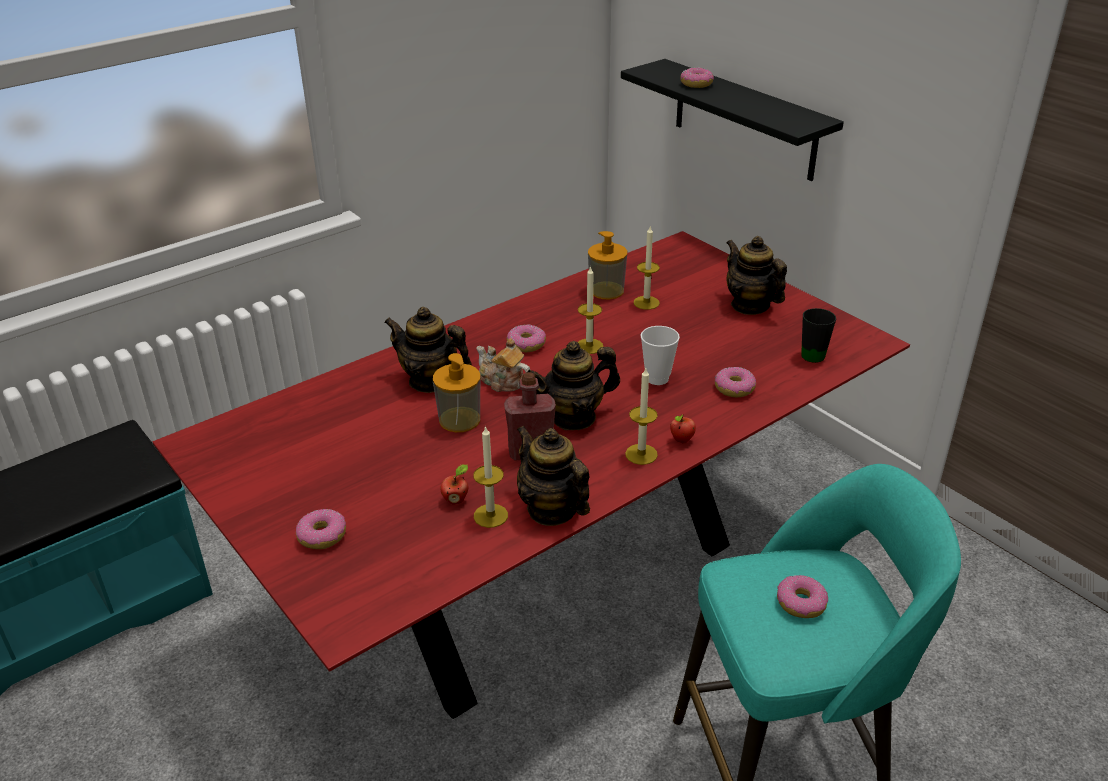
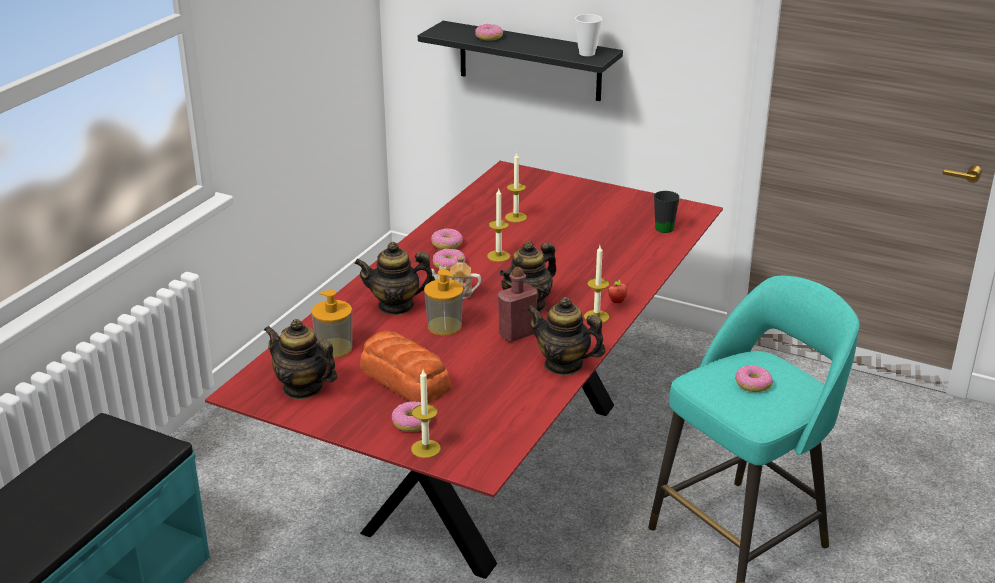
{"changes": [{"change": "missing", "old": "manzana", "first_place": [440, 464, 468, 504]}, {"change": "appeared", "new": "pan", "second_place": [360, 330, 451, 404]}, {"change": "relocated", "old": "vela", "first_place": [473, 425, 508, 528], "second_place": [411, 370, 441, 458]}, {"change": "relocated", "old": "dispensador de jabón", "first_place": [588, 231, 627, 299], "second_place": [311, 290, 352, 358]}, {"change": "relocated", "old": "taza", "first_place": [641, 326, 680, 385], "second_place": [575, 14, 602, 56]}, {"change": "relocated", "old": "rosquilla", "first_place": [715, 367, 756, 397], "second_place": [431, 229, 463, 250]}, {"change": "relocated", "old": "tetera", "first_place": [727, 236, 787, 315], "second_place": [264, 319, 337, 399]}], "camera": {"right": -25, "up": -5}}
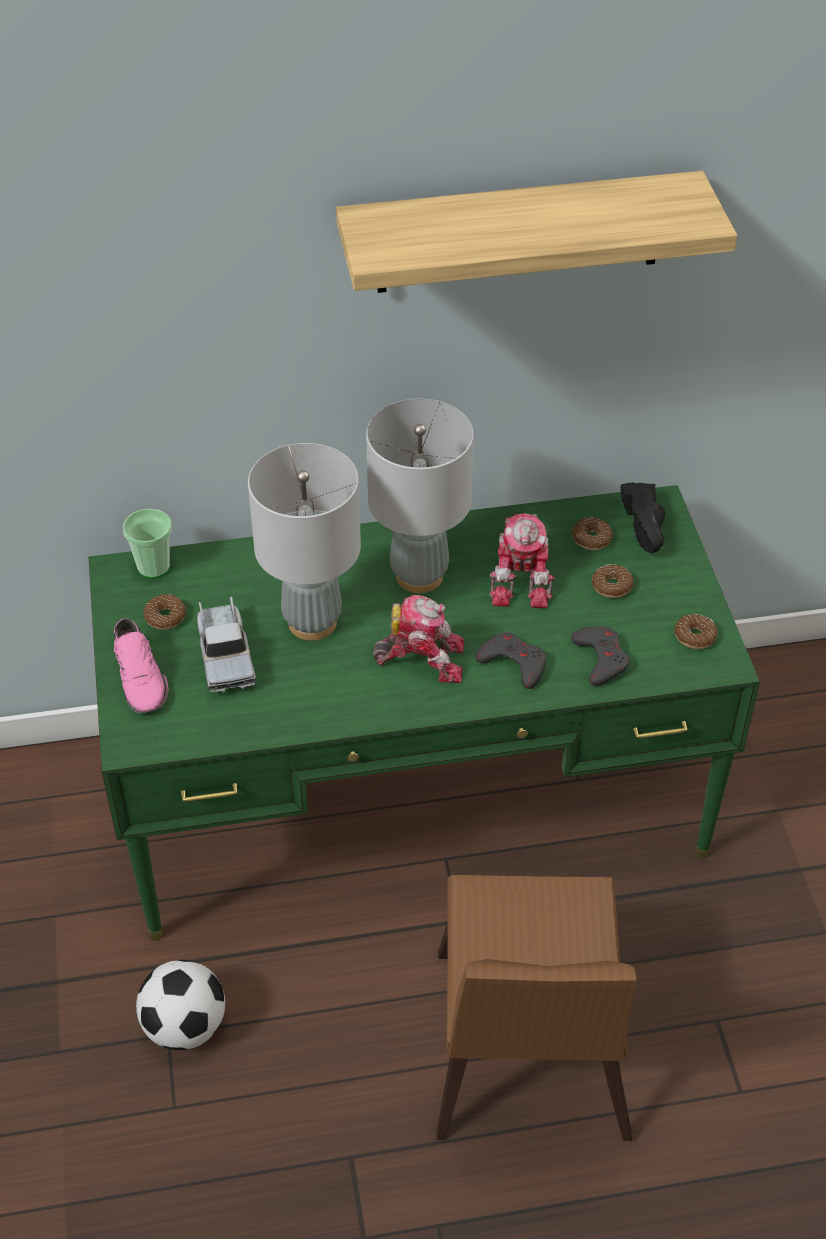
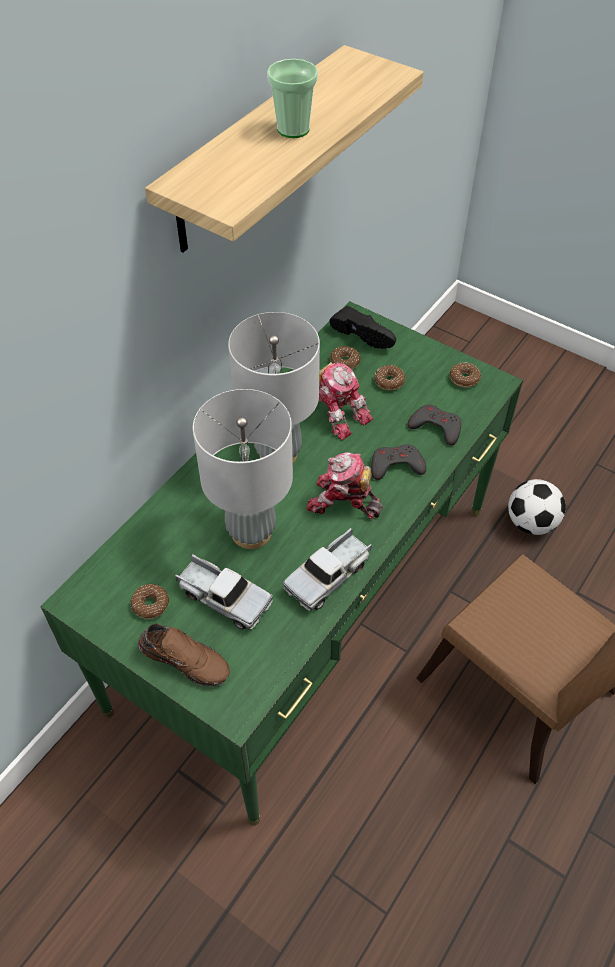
{"changes": [{"change": "appeared", "new": "camión de juguete", "second_place": [282, 528, 372, 611]}, {"change": "relocated", "old": "taza", "first_place": [123, 509, 172, 578], "second_place": [267, 59, 318, 138]}, {"change": "relocated", "old": "balón de fútbol", "first_place": [136, 960, 225, 1050], "second_place": [508, 479, 566, 535]}, {"change": "colour", "old": "zapato (rosa)", "new": "zapato (marrón)", "first_place": [113, 619, 169, 713], "second_place": [138, 624, 230, 687]}, {"change": "spun", "old": "robot de juguete", "first_place": [373, 595, 464, 683], "second_place": [306, 452, 383, 519], "degrees": -120}], "camera": {"right": -45, "up": 5}}
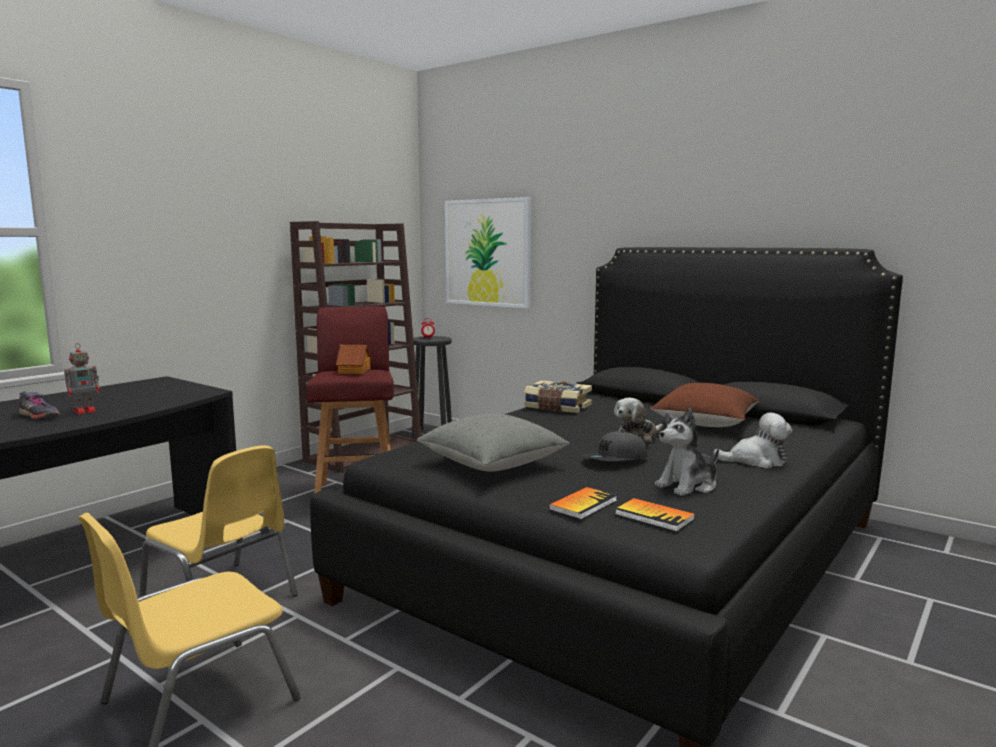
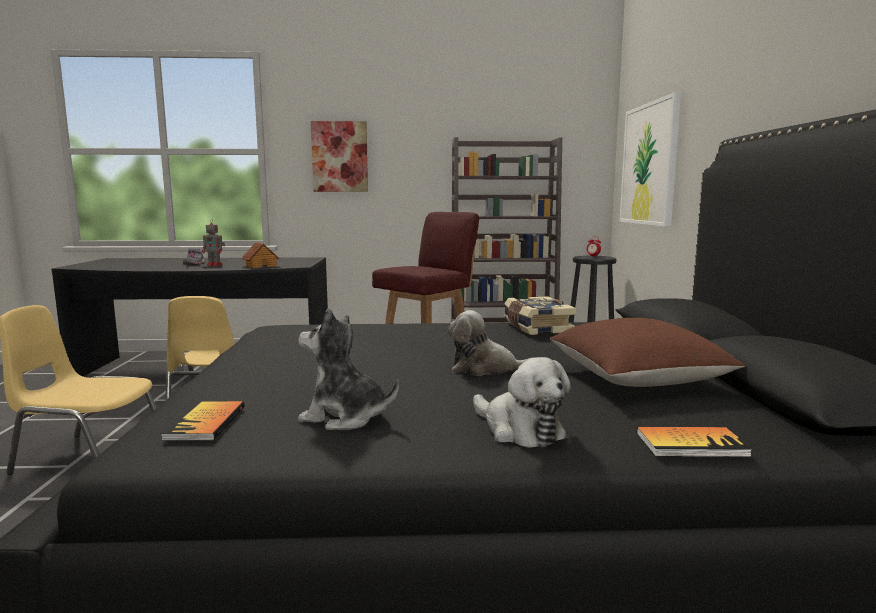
{"changes": [{"change": "missing", "old": "cojín (gris)", "first_place": [417, 413, 570, 472]}, {"change": "missing", "old": "gorra (gris)", "first_place": [582, 431, 648, 461]}, {"change": "appeared", "new": "cuadro", "second_place": [311, 121, 368, 192]}, {"change": "relocated", "old": "casita", "first_place": [336, 345, 372, 374], "second_place": [242, 242, 279, 268]}, {"change": "relocated", "old": "libro", "first_place": [549, 487, 617, 519], "second_place": [637, 427, 753, 457]}], "camera": {"right": 50, "up": 0}}
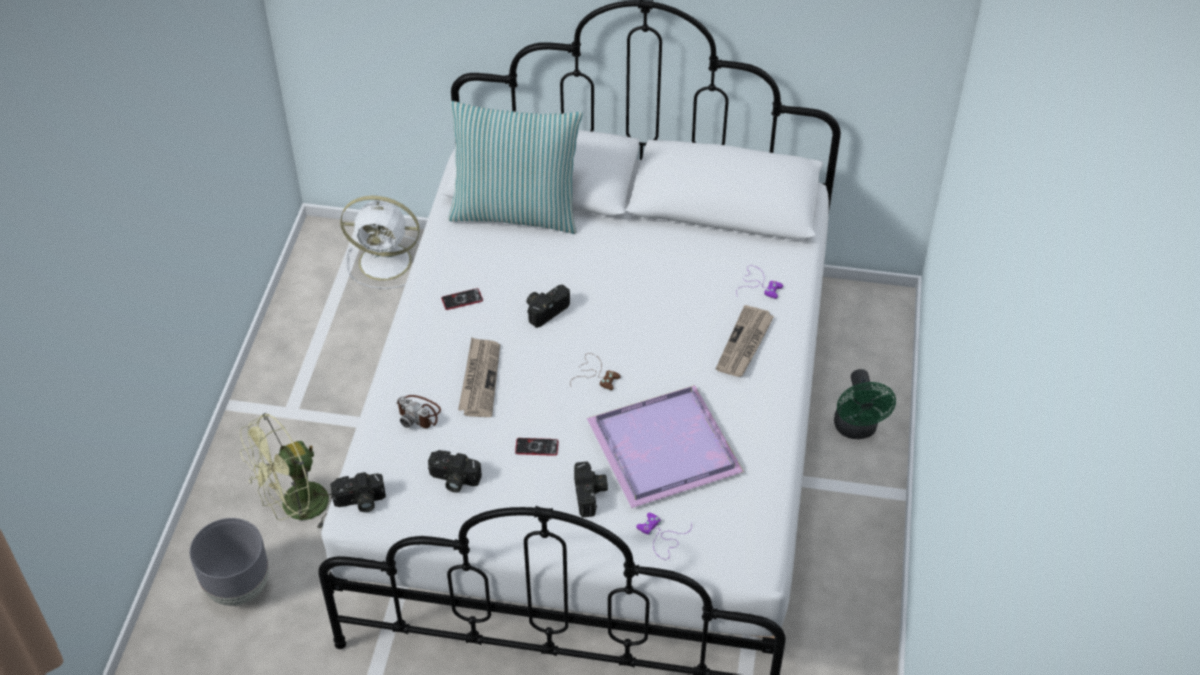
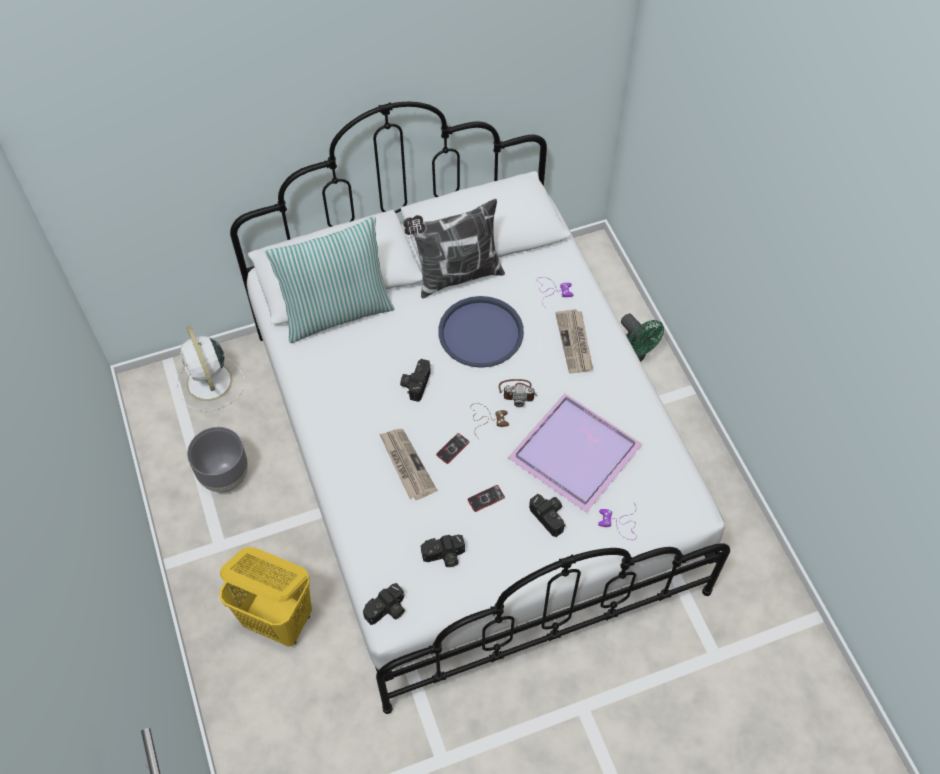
{"changes": [{"change": "appeared", "new": "cojín", "second_place": [403, 199, 505, 298]}, {"change": "appeared", "new": "bandeja (azul)", "second_place": [438, 296, 524, 368]}, {"change": "relocated", "old": "maceta (gris)", "first_place": [190, 518, 269, 606], "second_place": [187, 427, 248, 492]}, {"change": "relocated", "old": "cámara", "first_place": [397, 395, 441, 428], "second_place": [499, 379, 537, 407]}, {"change": "relocated", "old": "móvil", "first_place": [441, 288, 483, 310], "second_place": [436, 433, 470, 464]}, {"change": "exchanged", "old": "ventilador (verde)", "new": "cesto de la ropa (amarillo)", "first_place": [240, 413, 332, 531], "second_place": [219, 547, 312, 646]}, {"change": "spun", "old": "ventilador (blanco)", "first_place": [340, 196, 420, 289], "second_place": [177, 326, 245, 411], "degrees": 90}], "camera": {"right": -30, "up": 10}}
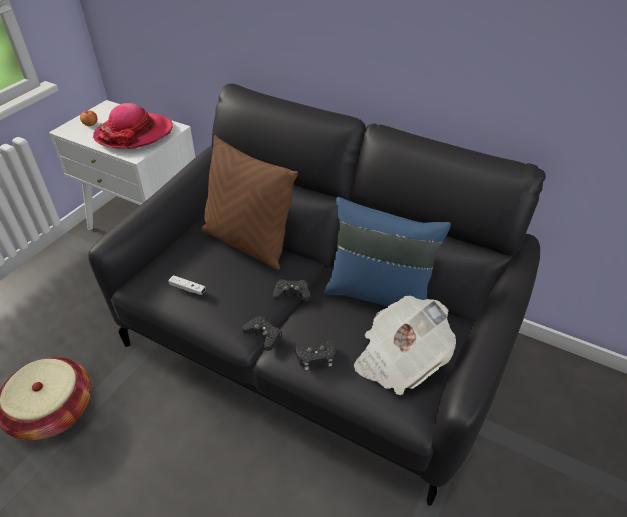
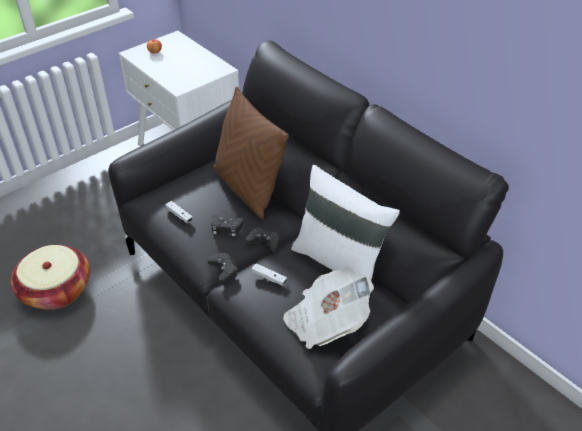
{"changes": [{"change": "missing", "old": "sombrero", "first_place": [93, 103, 173, 149]}, {"change": "appeared", "new": "mando de consola (blanco)", "second_place": [251, 263, 287, 286]}, {"change": "relocated", "old": "mando de consola (negro)", "first_place": [295, 340, 335, 370], "second_place": [211, 215, 244, 236]}, {"change": "colour", "old": "cojín (azul)", "new": "cojín (blanco)", "first_place": [323, 197, 451, 307], "second_place": [291, 165, 400, 280]}], "camera": {"right": 20, "up": 0}}
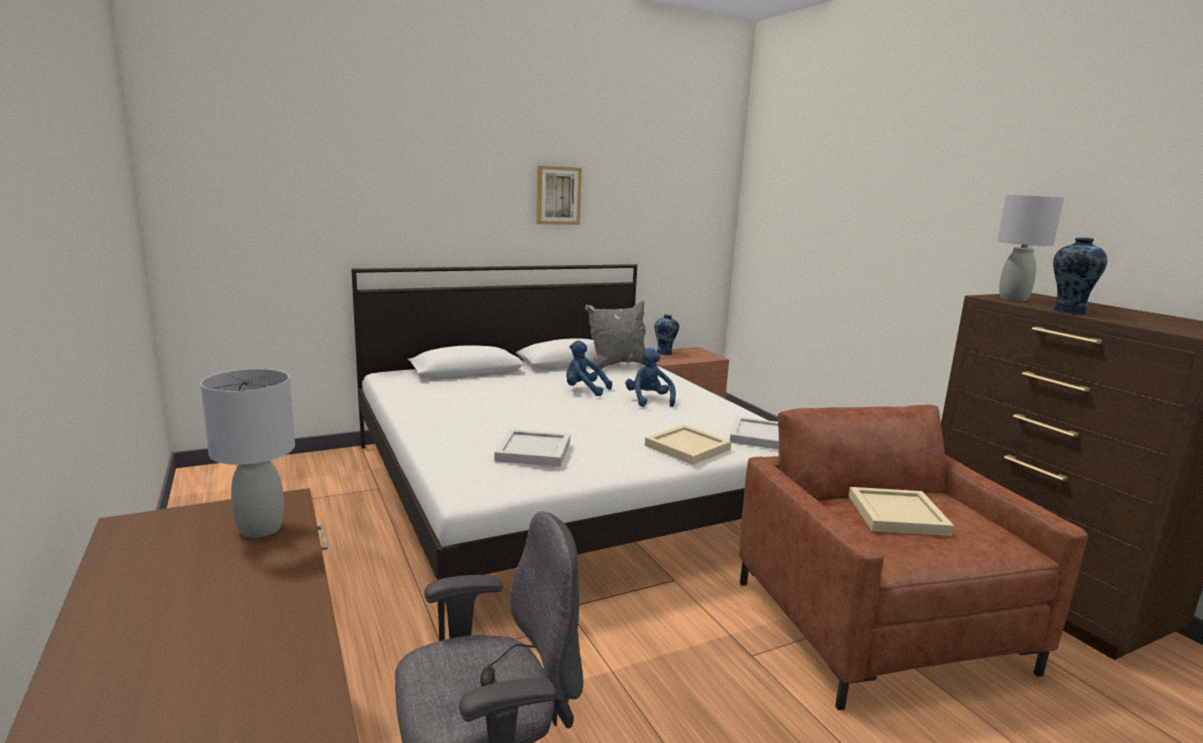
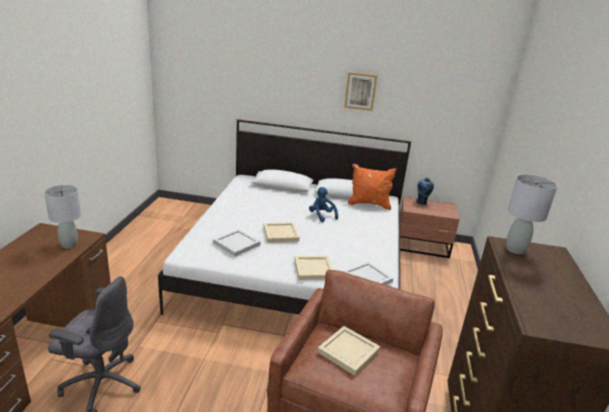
{"changes": [{"change": "missing", "old": "peluche (azul)", "first_place": [625, 348, 676, 407]}, {"change": "missing", "old": "florero", "first_place": [1053, 237, 1107, 315]}, {"change": "appeared", "new": "bandeja (beis)", "second_place": [263, 222, 300, 243]}, {"change": "colour", "old": "cojín (gris)", "new": "cojín (naranja)", "first_place": [585, 301, 646, 369], "second_place": [348, 164, 396, 210]}], "camera": {"right": 35, "up": 10}}
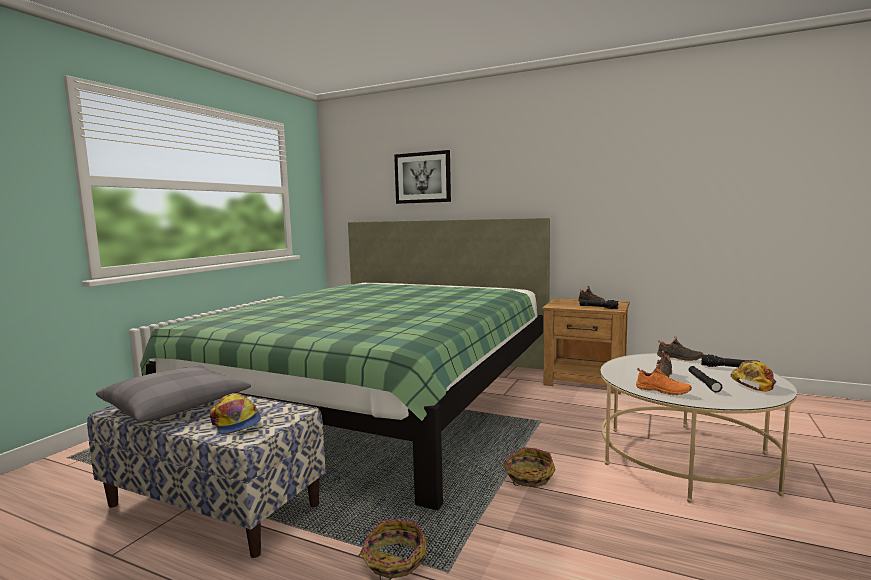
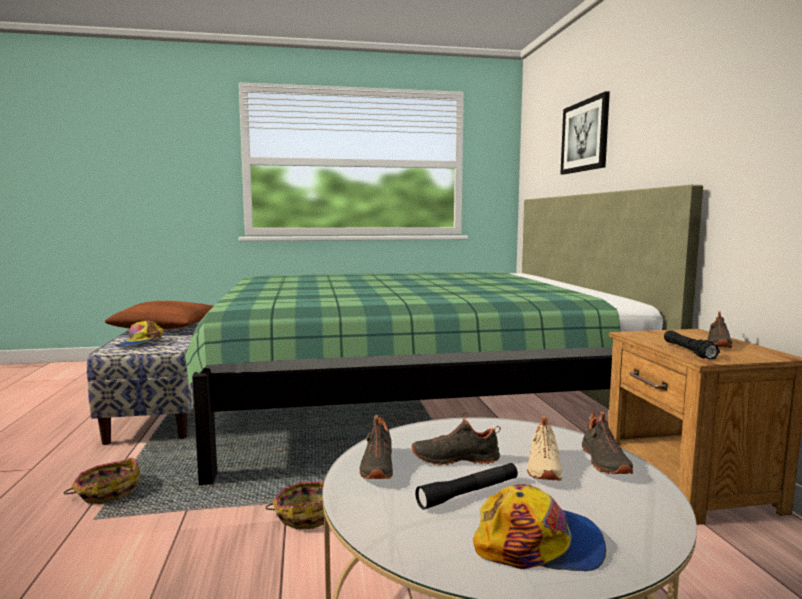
{"changes": [{"change": "missing", "old": "linterna (negro)", "first_place": [701, 354, 760, 367]}, {"change": "appeared", "new": "zapato (beis)", "second_place": [527, 416, 562, 481]}, {"change": "colour", "old": "cojín (gris)", "new": "cojín (marrón)", "first_place": [96, 366, 251, 422], "second_place": [105, 301, 213, 329]}, {"change": "colour", "old": "zapato (naranja)", "new": "zapato (negro)", "first_place": [636, 363, 692, 395], "second_place": [360, 415, 393, 479]}], "camera": {"right": 55, "up": 0}}
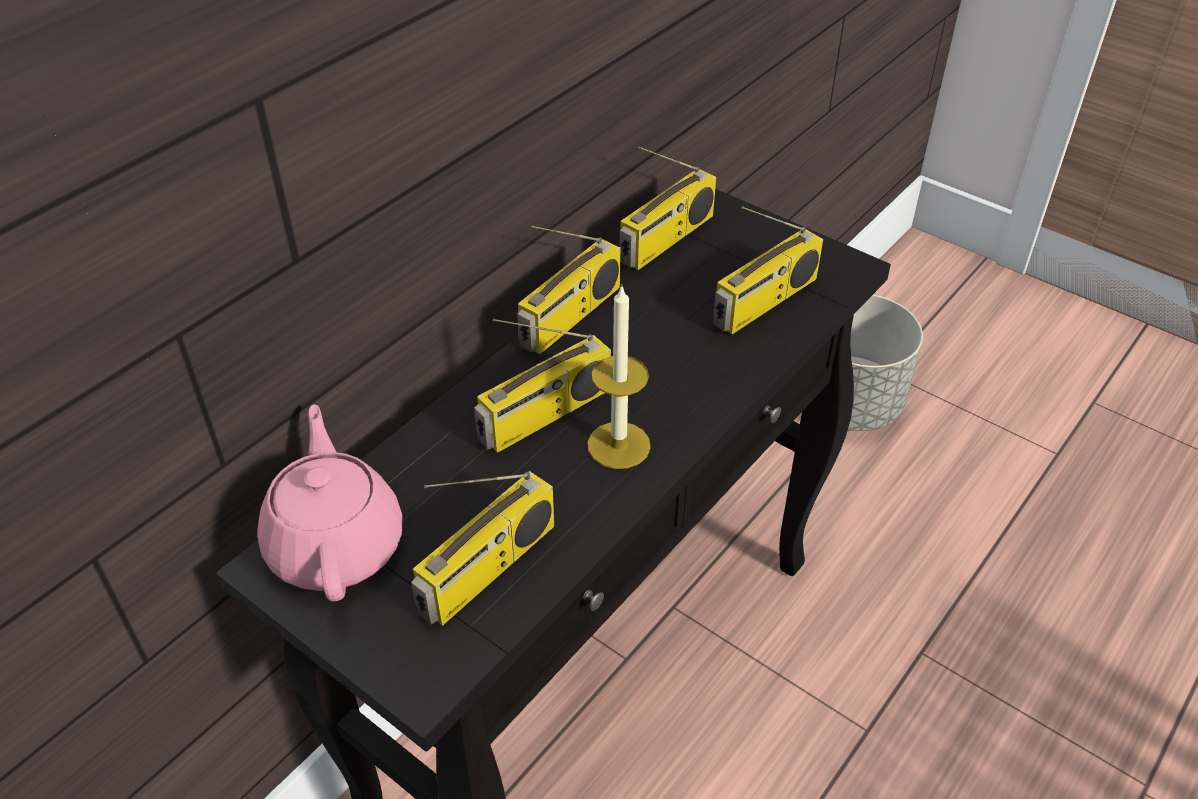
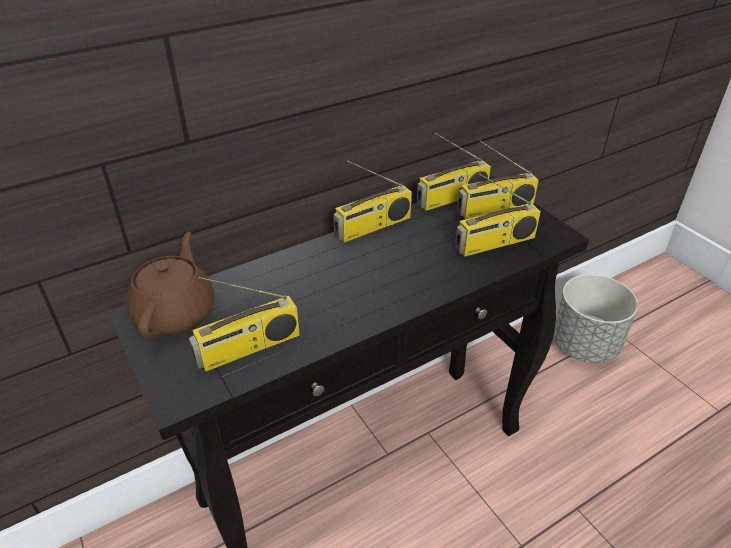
{"changes": [{"change": "missing", "old": "vela", "first_place": [587, 285, 651, 469]}, {"change": "relocated", "old": "radio", "first_place": [474, 318, 611, 453], "second_place": [457, 140, 539, 219]}, {"change": "colour", "old": "tetera (rosa)", "new": "tetera (marrón)", "first_place": [257, 404, 402, 601], "second_place": [127, 231, 215, 338]}], "camera": {"right": 20, "up": -5}}
